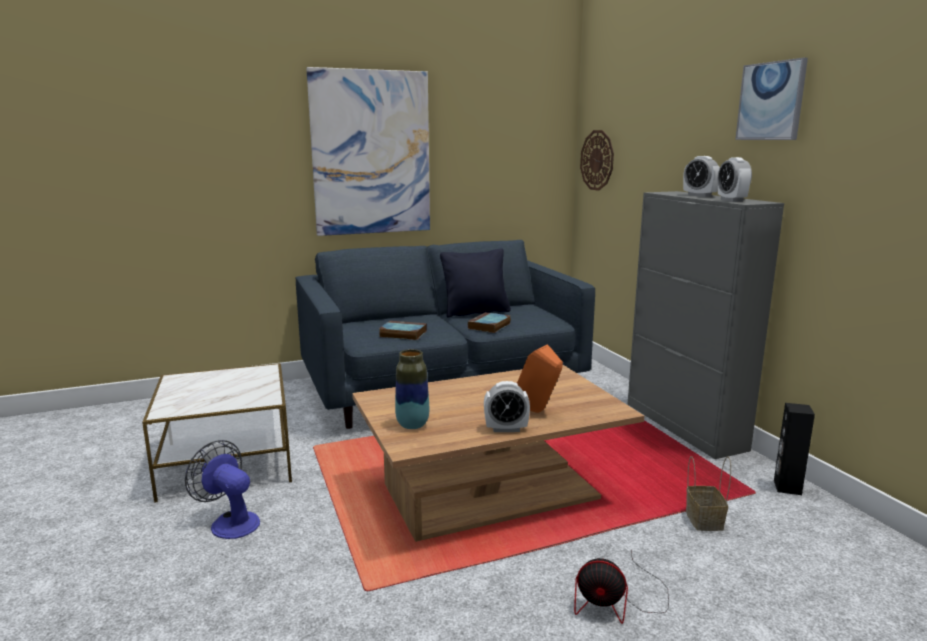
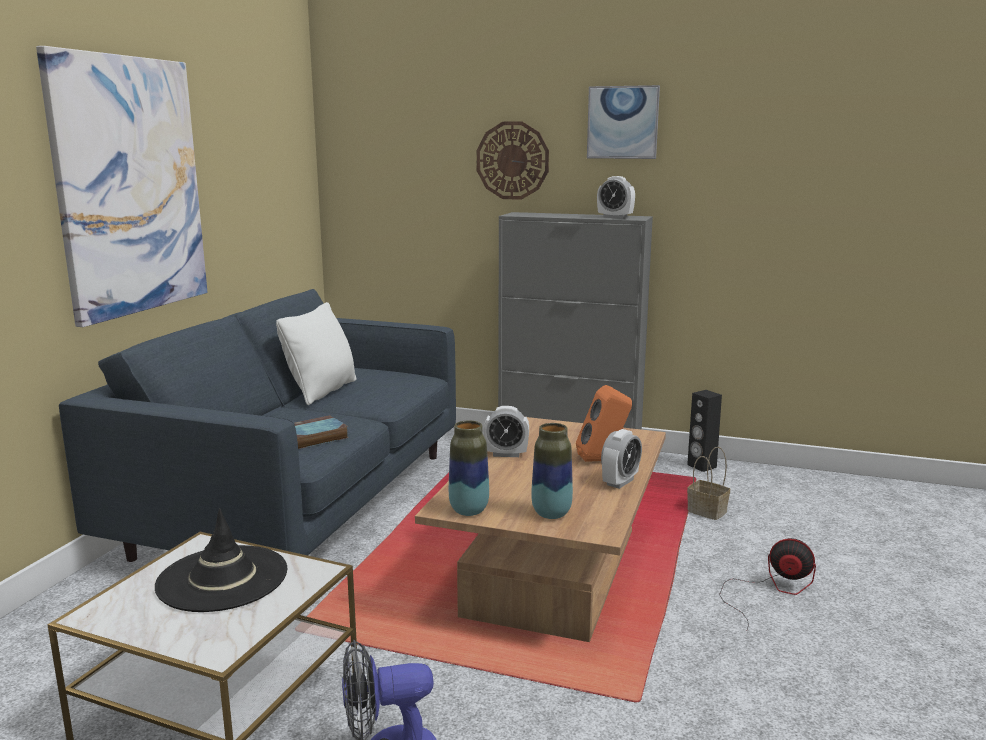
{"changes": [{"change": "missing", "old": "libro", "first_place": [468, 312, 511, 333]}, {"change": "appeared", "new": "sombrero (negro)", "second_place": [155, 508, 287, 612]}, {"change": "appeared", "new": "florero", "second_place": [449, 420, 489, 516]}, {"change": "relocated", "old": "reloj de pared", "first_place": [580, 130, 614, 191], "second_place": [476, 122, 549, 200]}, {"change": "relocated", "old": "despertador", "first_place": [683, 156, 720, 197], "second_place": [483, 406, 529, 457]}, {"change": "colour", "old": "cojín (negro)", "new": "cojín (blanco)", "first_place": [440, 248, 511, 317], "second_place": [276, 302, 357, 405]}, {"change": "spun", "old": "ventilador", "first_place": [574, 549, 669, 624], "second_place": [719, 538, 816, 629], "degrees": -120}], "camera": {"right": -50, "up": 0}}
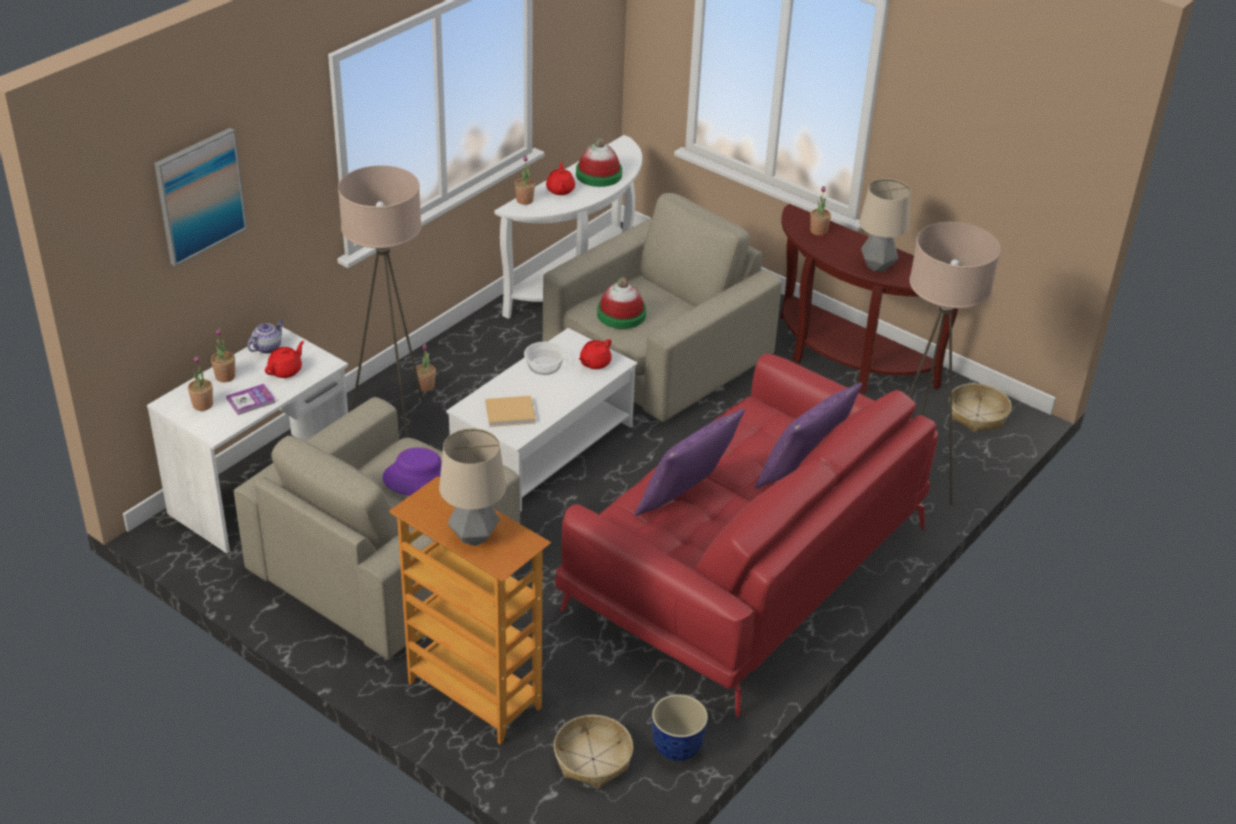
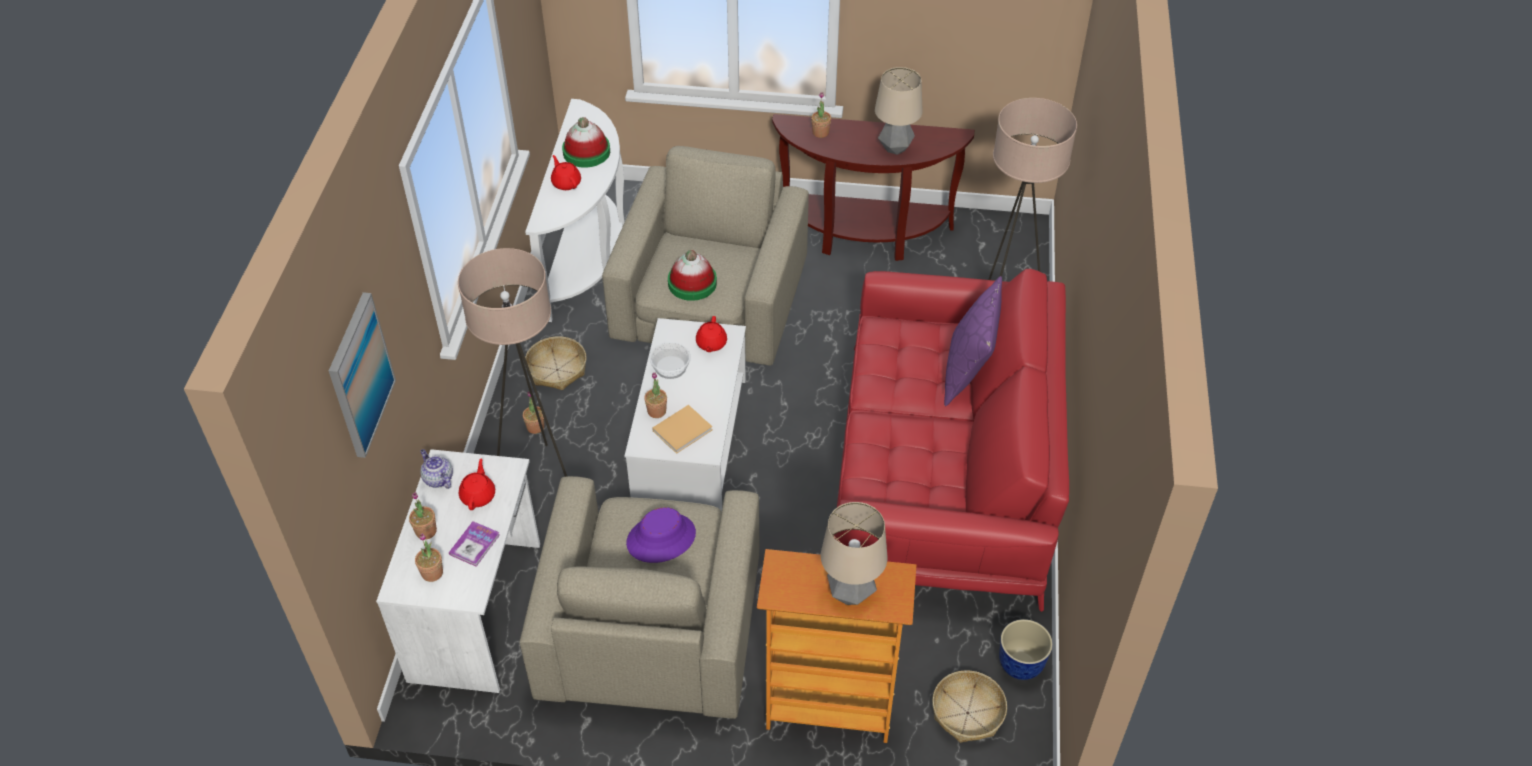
{"changes": [{"change": "missing", "old": "cojín (morado)", "first_place": [634, 409, 745, 516]}, {"change": "relocated", "old": "planta en maceta", "first_place": [515, 155, 535, 205], "second_place": [644, 372, 667, 418]}, {"change": "relocated", "old": "cesta", "first_place": [952, 383, 1012, 432], "second_place": [525, 336, 587, 390]}, {"change": "spun", "old": "tetera", "first_place": [247, 320, 284, 354], "second_place": [420, 449, 453, 489], "degrees": -45}], "camera": {"right": -30, "up": 10}}
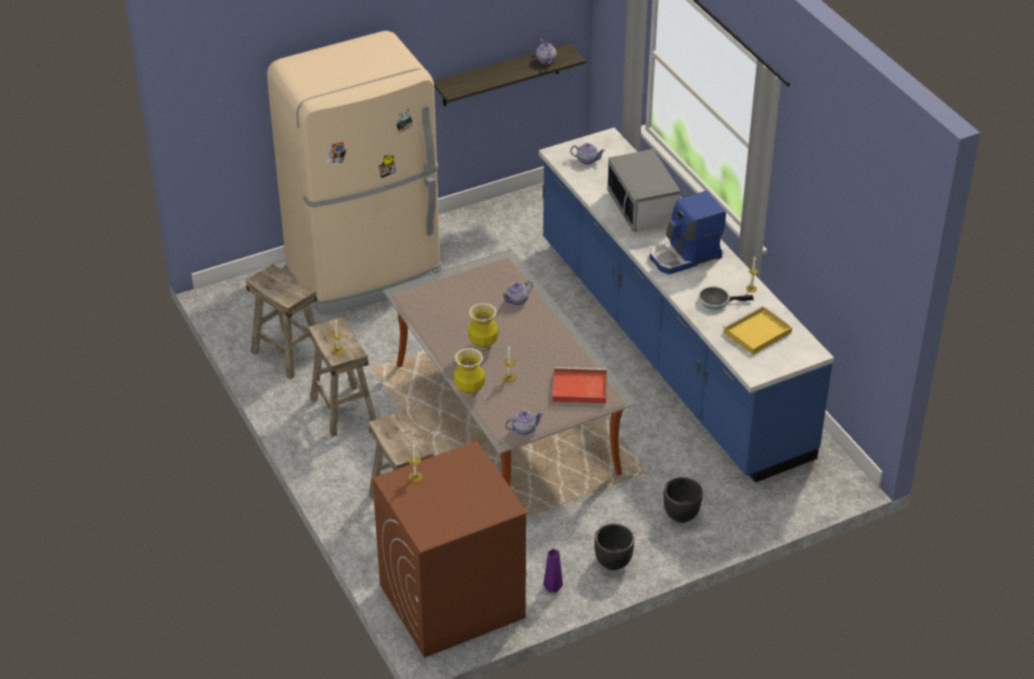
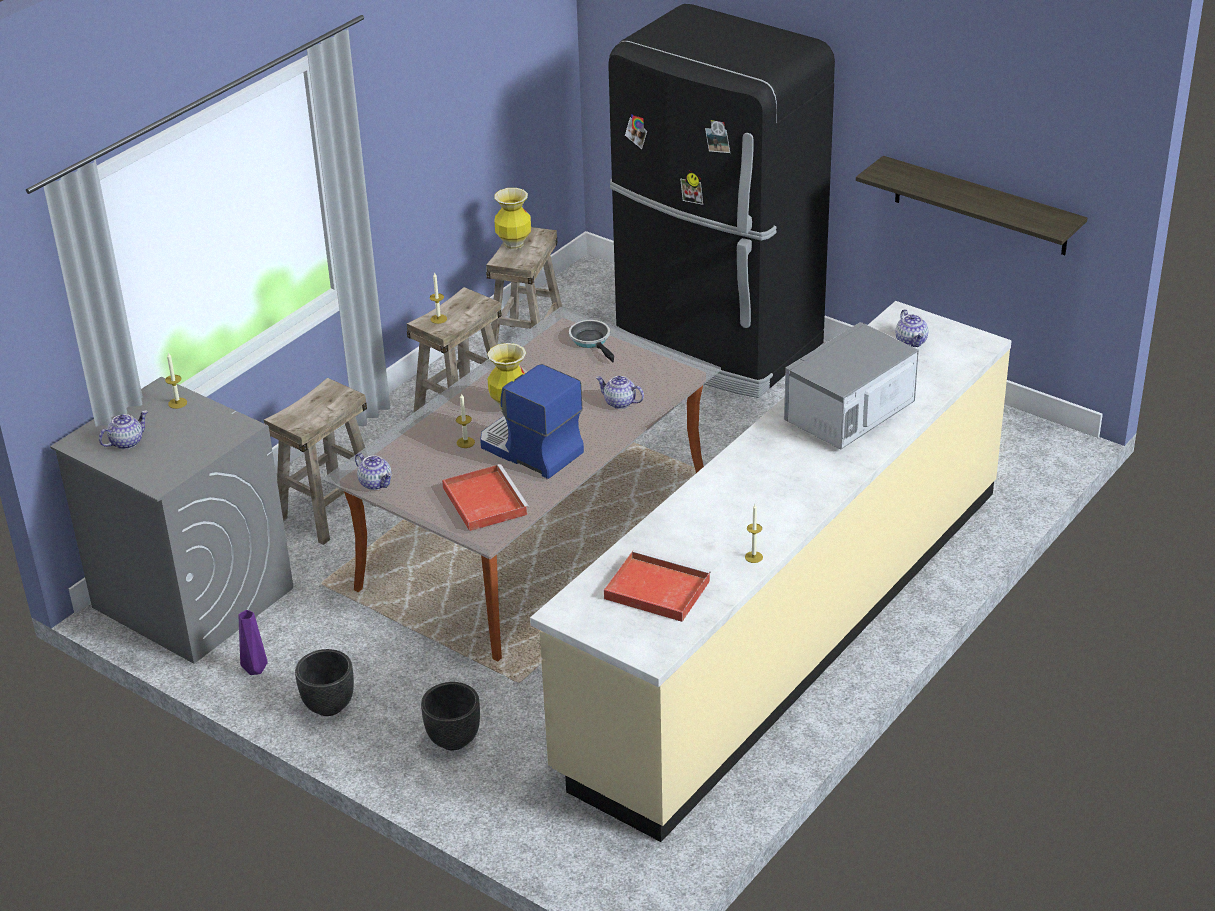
{"changes": [{"change": "relocated", "old": "florero", "first_place": [454, 348, 485, 398], "second_place": [494, 188, 531, 249]}, {"change": "relocated", "old": "tetera", "first_place": [536, 39, 557, 64], "second_place": [99, 410, 148, 449]}, {"change": "relocated", "old": "cafetera", "first_place": [650, 191, 726, 274], "second_place": [480, 364, 584, 479]}, {"change": "relocated", "old": "sartén", "first_place": [698, 286, 754, 310], "second_place": [569, 320, 614, 362]}, {"change": "colour", "old": "nevera (beis)", "new": "nevera (negro)", "first_place": [267, 31, 442, 315], "second_place": [608, 4, 835, 398]}, {"change": "colour", "old": "lavadora (marrón)", "new": "lavadora (gris)", "first_place": [372, 441, 528, 658], "second_place": [50, 377, 293, 664]}, {"change": "colour", "old": "mueble bajo de cocina (azul)", "new": "mueble bajo de cocina (beis)", "first_place": [539, 128, 834, 483], "second_place": [530, 301, 1012, 842]}, {"change": "colour", "old": "bandeja (amarillo)", "new": "bandeja (rojo)", "first_place": [723, 306, 792, 355], "second_place": [604, 550, 711, 622]}], "camera": {"right": 65, "up": -5}}
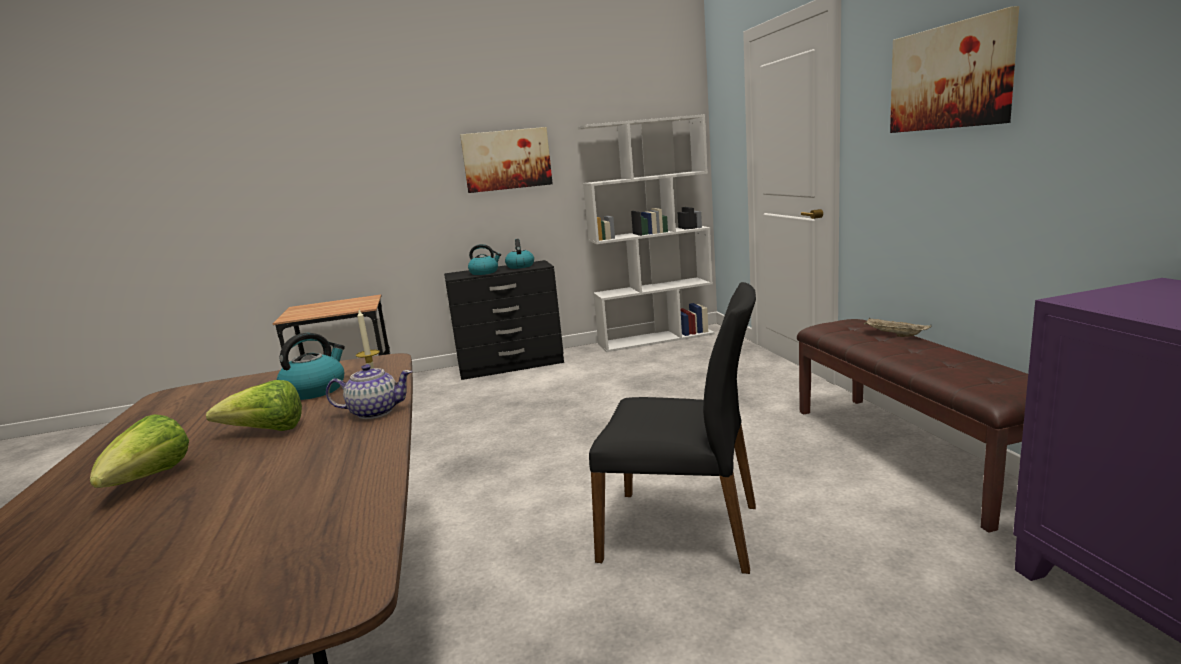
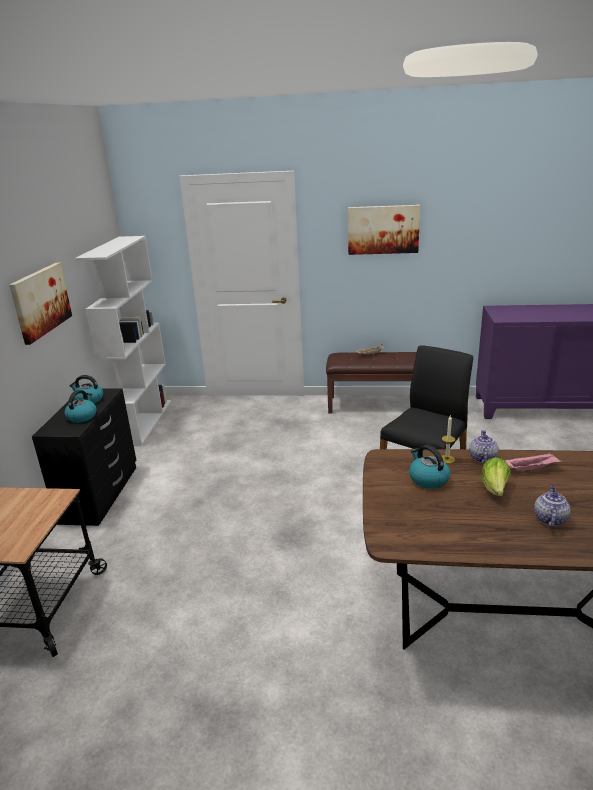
{"changes": [{"change": "appeared", "new": "bandeja (rosa)", "second_place": [505, 452, 562, 472]}, {"change": "exchanged", "old": "lechuga", "new": "tetera", "first_place": [90, 414, 189, 488], "second_place": [534, 485, 570, 527]}], "camera": {"right": -70, "up": 10}}
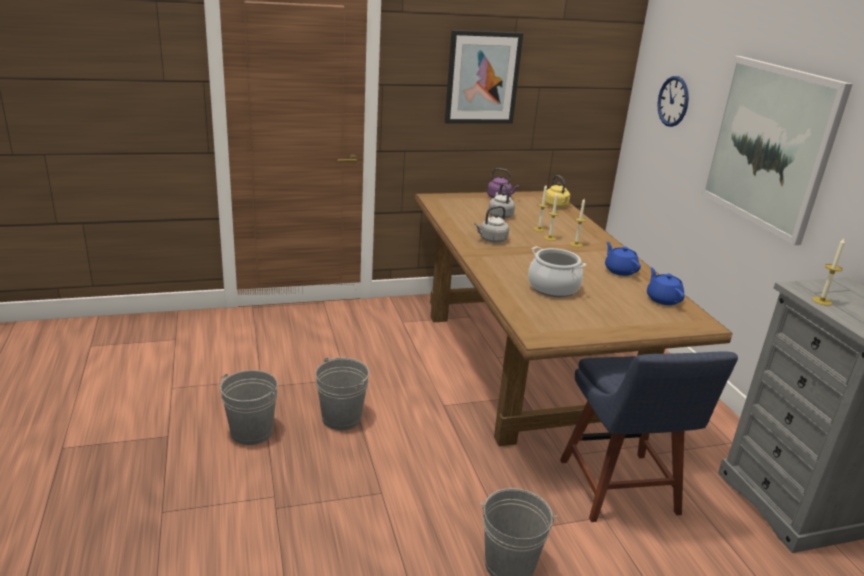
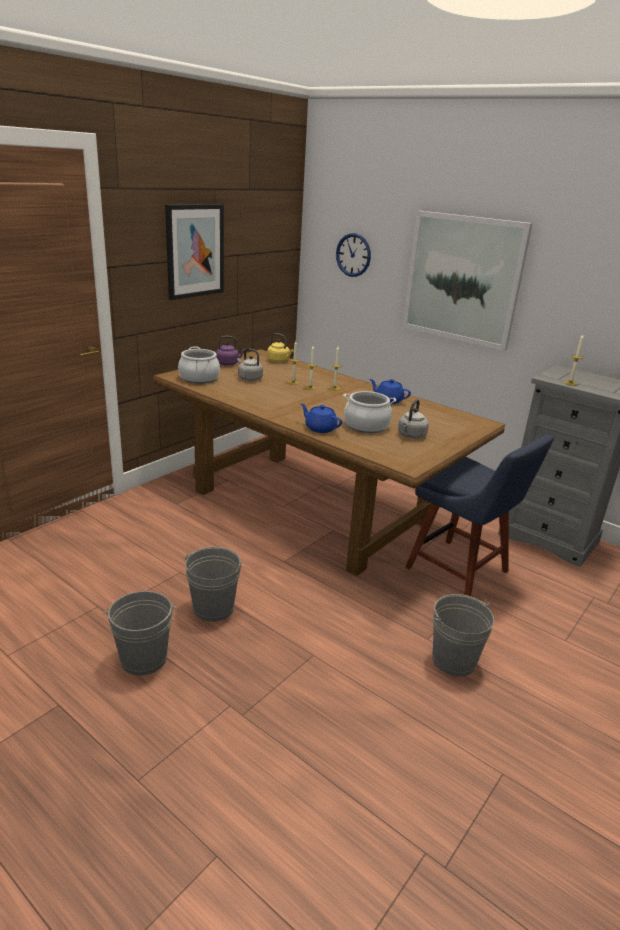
{"changes": [{"change": "appeared", "new": "olla", "second_place": [178, 346, 220, 384]}, {"change": "relocated", "old": "hervidor (gris)", "first_place": [474, 206, 509, 243], "second_place": [398, 399, 429, 439]}, {"change": "relocated", "old": "tetera (azul)", "first_place": [647, 267, 685, 305], "second_place": [300, 403, 342, 433]}], "camera": {"right": -35, "up": 0}}
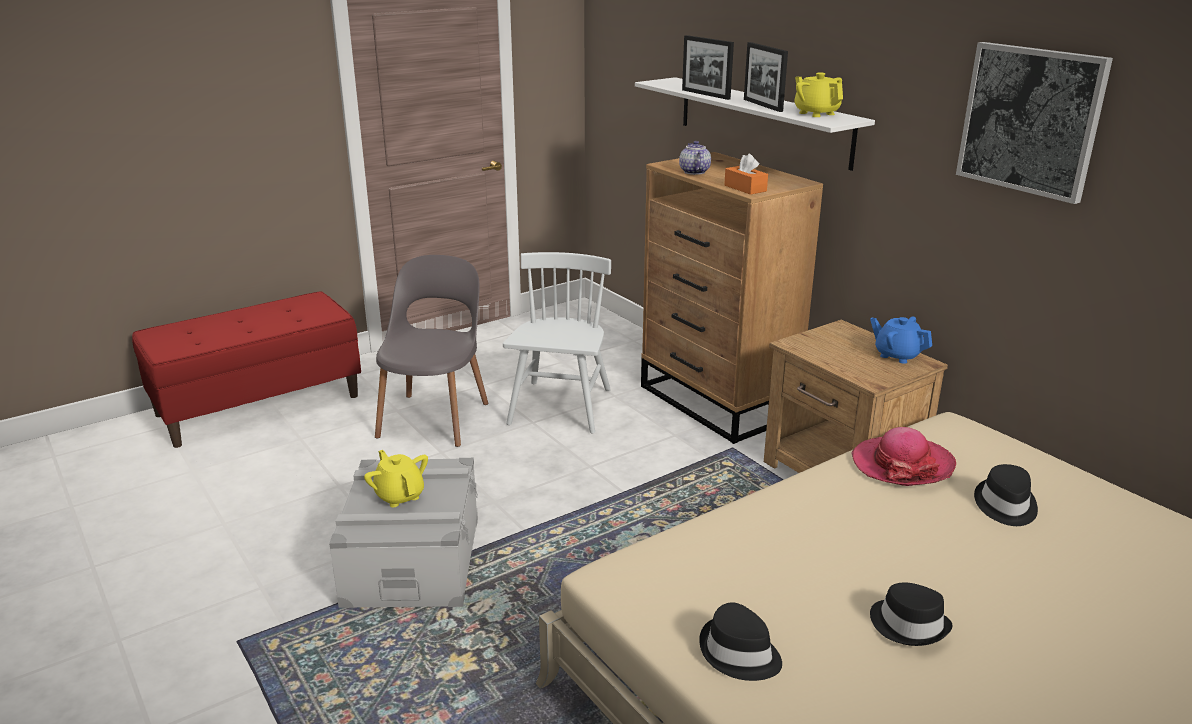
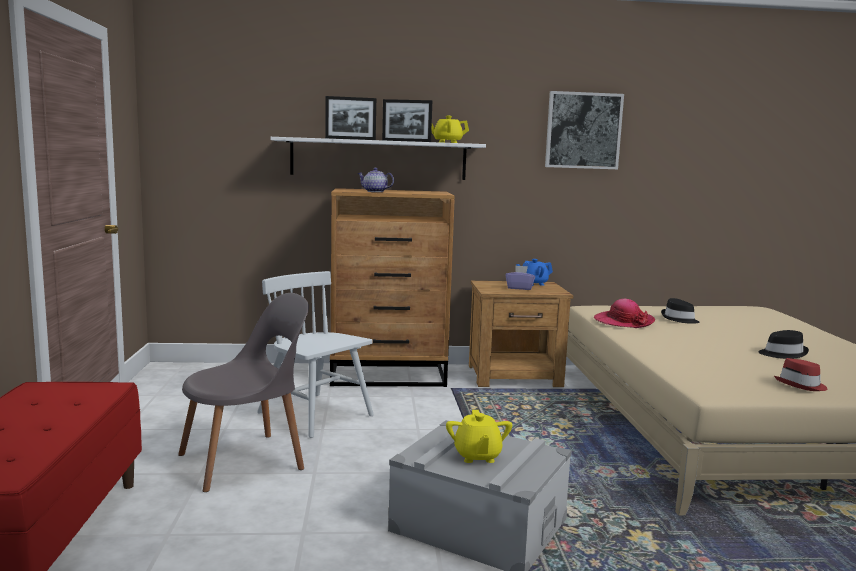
{"changes": [{"change": "missing", "old": "caja de pañuelos (naranja)", "first_place": [724, 154, 768, 195]}, {"change": "appeared", "new": "caja de pañuelos (morado)", "second_place": [506, 265, 535, 290]}, {"change": "colour", "old": "sombrero (negro)", "new": "sombrero (rojo)", "first_place": [699, 602, 782, 681], "second_place": [774, 358, 827, 391]}, {"change": "spun", "old": "tetera (amarillo)", "first_place": [364, 450, 428, 508], "second_place": [446, 410, 512, 463], "degrees": -90}, {"change": "spun", "old": "silla (gris)", "first_place": [375, 255, 488, 447], "second_place": [178, 293, 309, 492], "degrees": 105}], "camera": {"right": -60, "up": -15}}
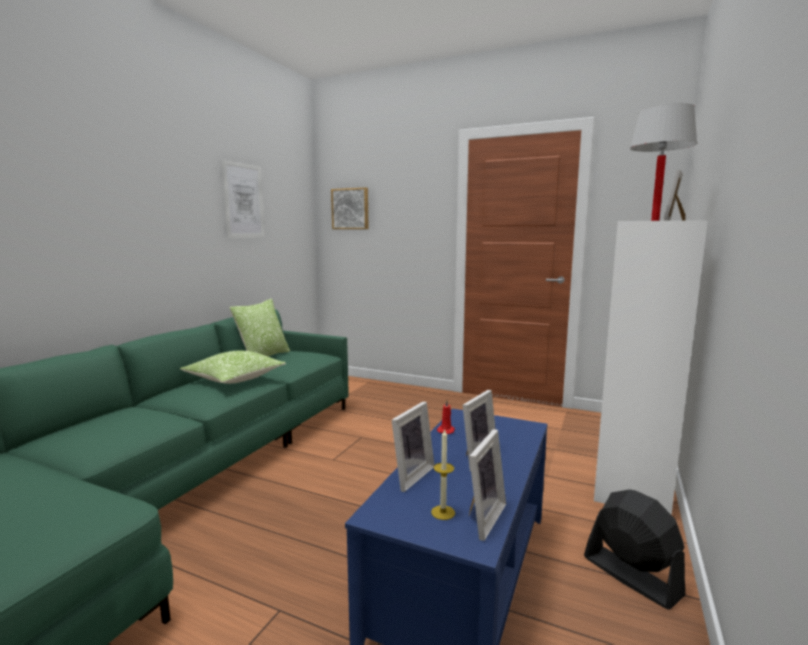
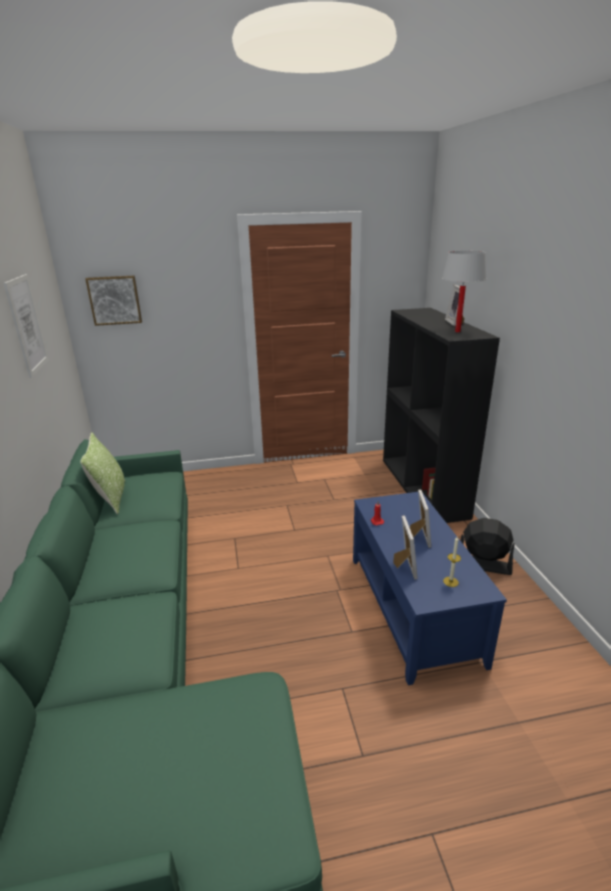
{"changes": [{"change": "missing", "old": "cojín", "first_place": [180, 351, 286, 384]}, {"change": "missing", "old": "portarretratos", "first_place": [469, 429, 506, 541]}, {"change": "colour", "old": "estantería (blanco)", "new": "estantería (negro)", "first_place": [594, 220, 708, 515], "second_place": [383, 308, 500, 523]}], "camera": {"right": -35, "up": 15}}
